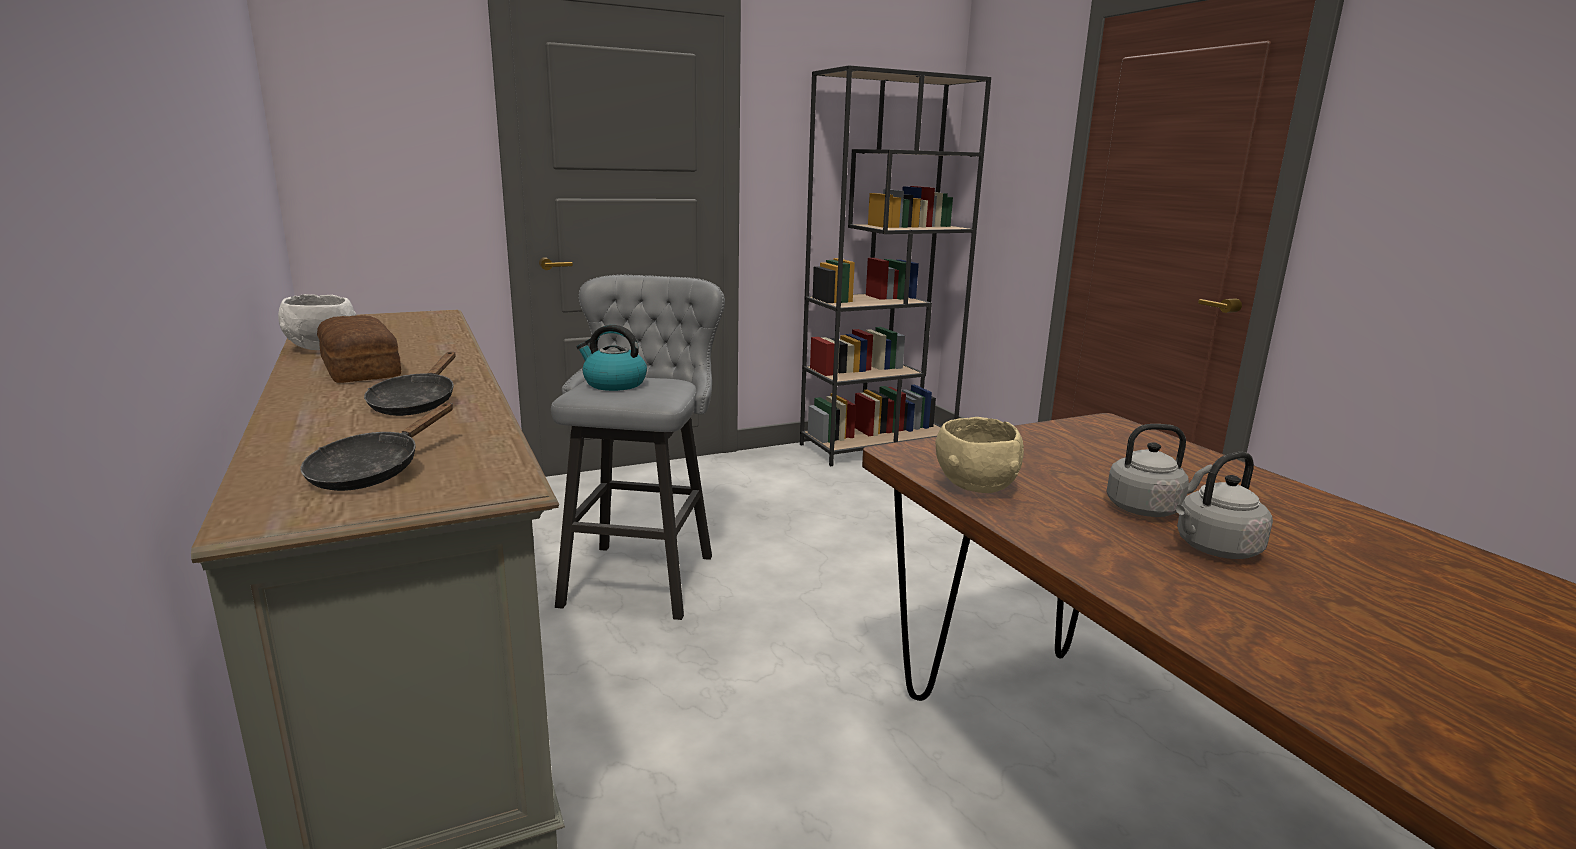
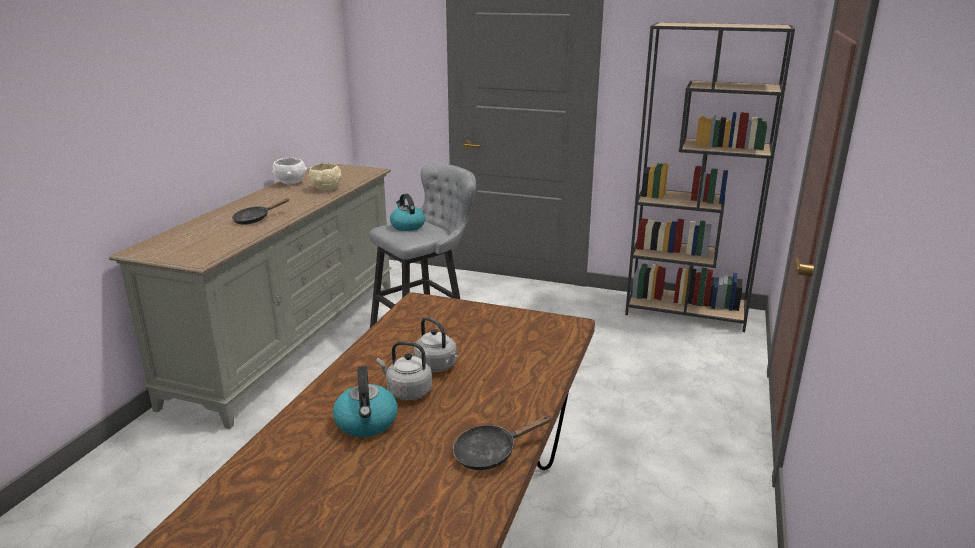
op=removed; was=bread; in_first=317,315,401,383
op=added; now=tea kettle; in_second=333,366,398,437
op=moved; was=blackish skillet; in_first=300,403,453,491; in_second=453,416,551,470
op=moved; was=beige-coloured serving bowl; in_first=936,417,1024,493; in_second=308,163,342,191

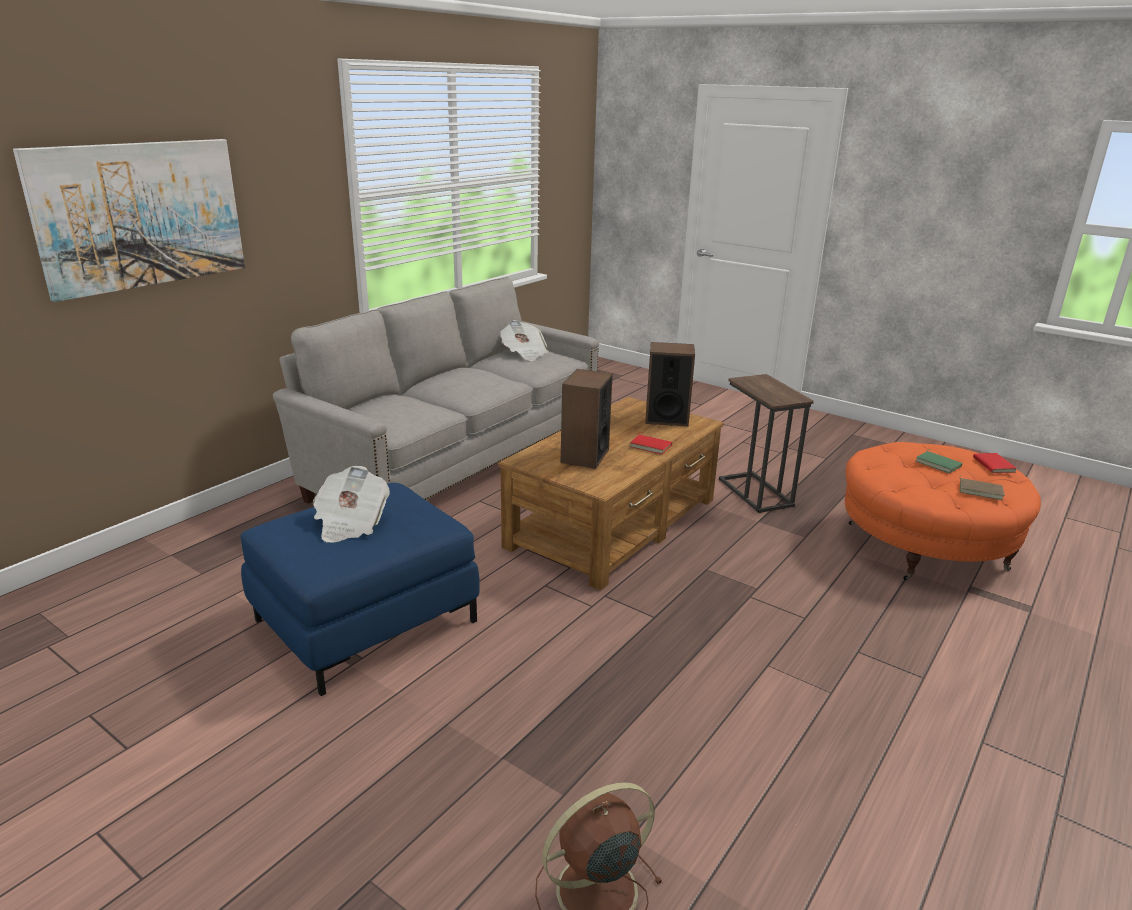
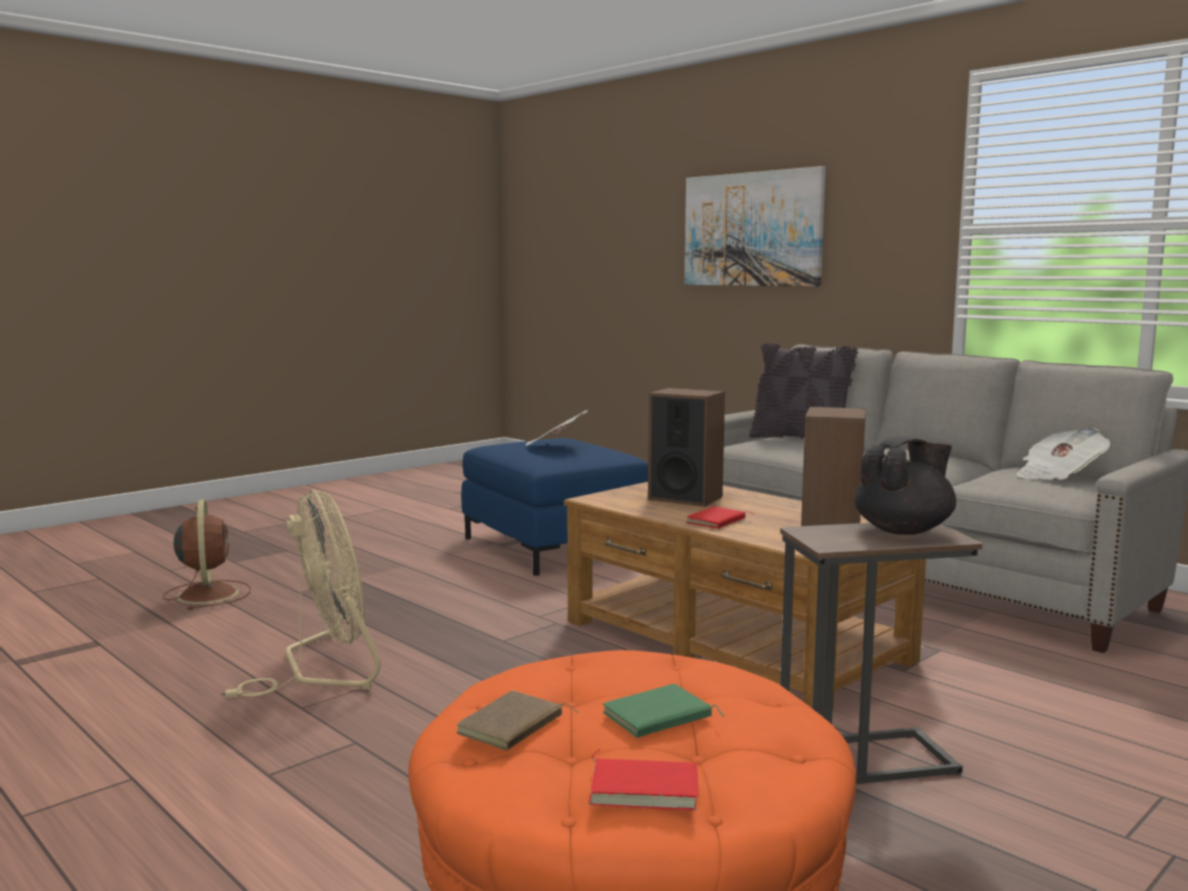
op=added; now=beige-coloured electric fan; in_second=221,489,380,698
op=added; now=blackish cushion; in_second=749,343,858,439
op=added; now=blackish tea pot; in_second=854,437,956,535

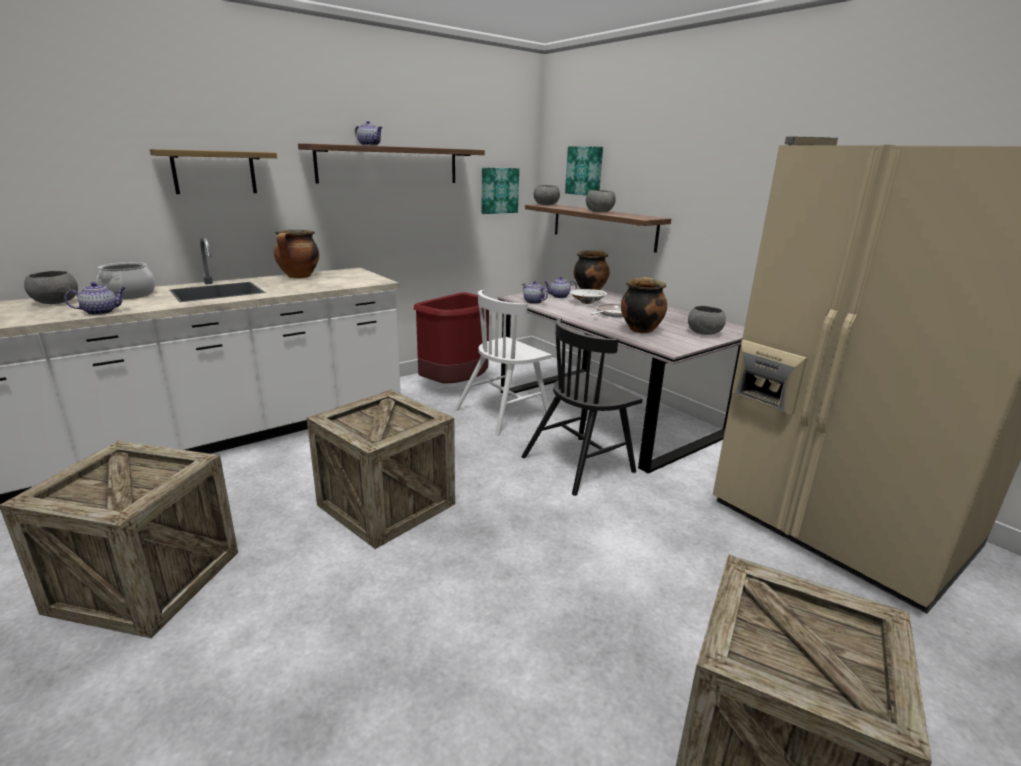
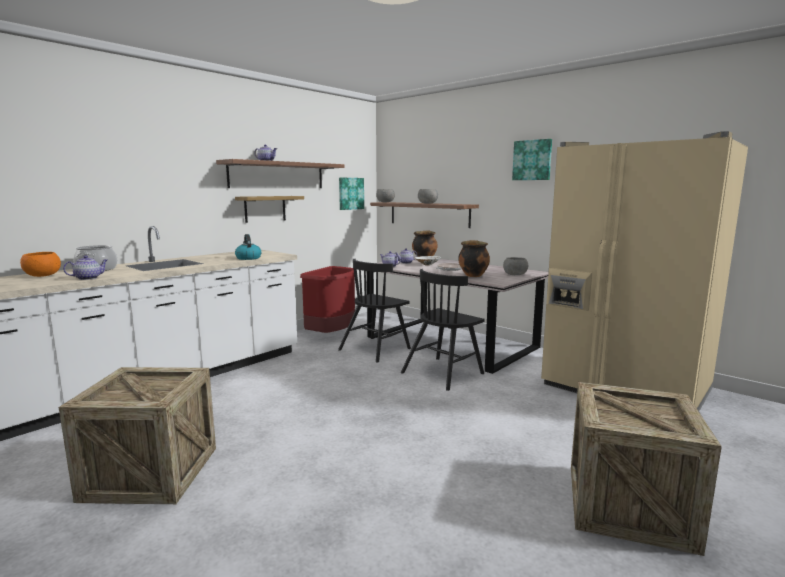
op=removed; was=cooking pot; in_first=274,230,319,278
op=removed; was=crate; in_first=307,390,455,549
op=added; now=tea kettle; in_second=235,234,261,260
op=moved; was=bracket shelf; in_first=150,149,277,194; in_second=235,196,304,223
op=moved; was=picture; in_first=565,146,603,196; in_second=512,139,552,180
op=recoloured; was=gray serving bowl; now=orangey serving bowl; in_first=24,271,78,304; in_second=20,252,61,277
op=recoloured; was=white-coloured upright chair; now=blackish upright chair; in_first=455,290,552,436; in_second=338,259,411,362

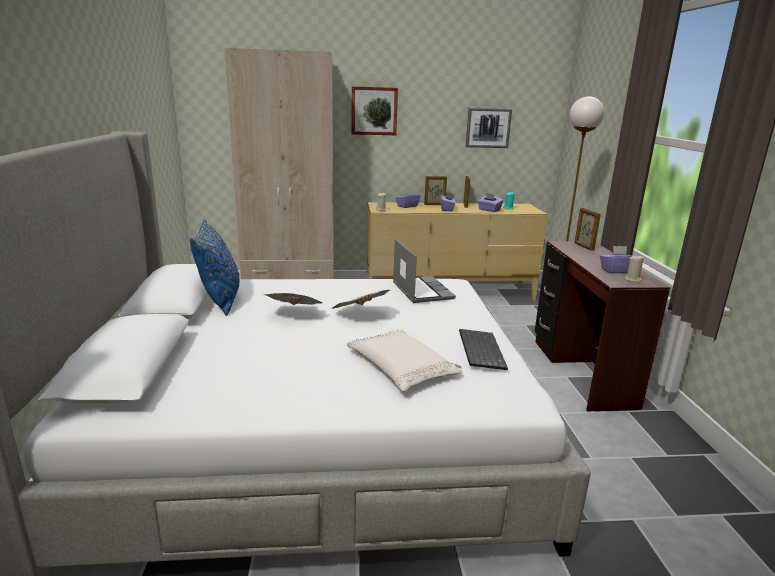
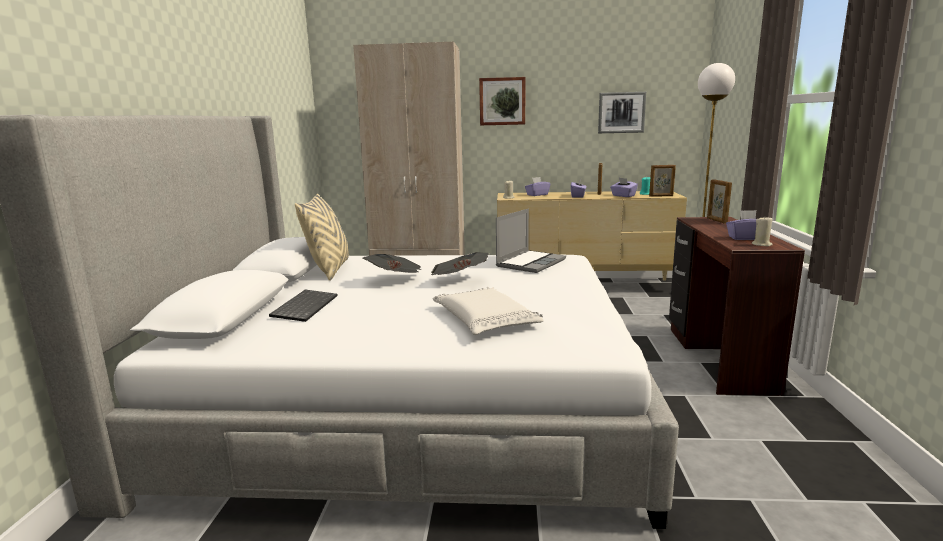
op=moved; was=standing frame; in_first=424,176,447,205; in_second=649,165,676,197
op=moved; was=PC keyboard; in_first=459,329,508,370; in_second=269,290,338,322
op=recoloured; was=blue-coloured cushion; now=beige-coloured cushion; in_first=190,219,239,316; in_second=295,194,349,281
op=turned; was=laptop; in_first=393,239,456,303; in_second=496,209,566,273; clockwise=45

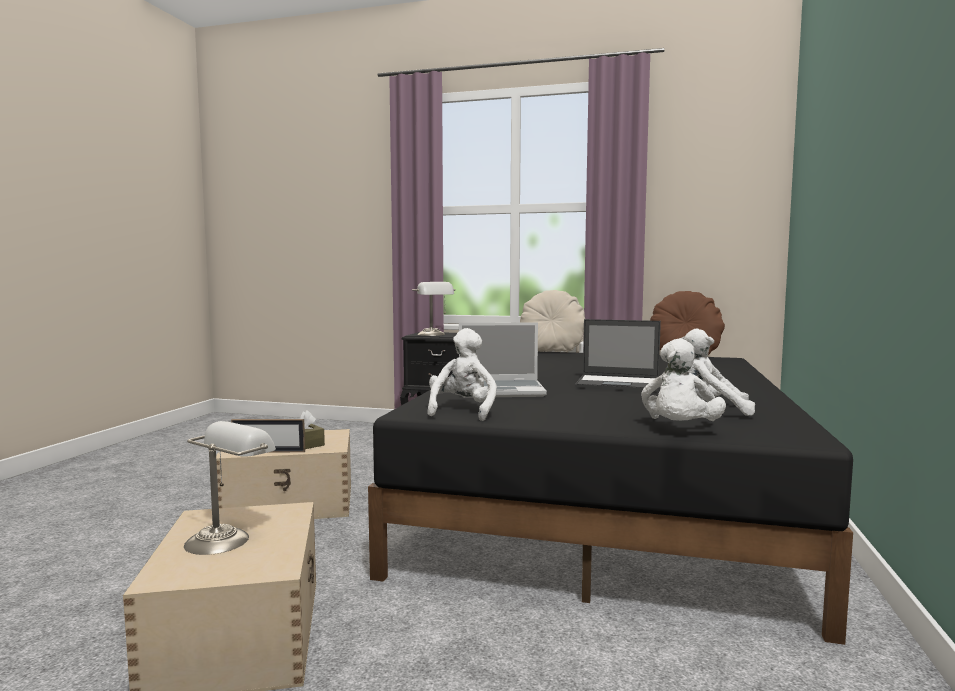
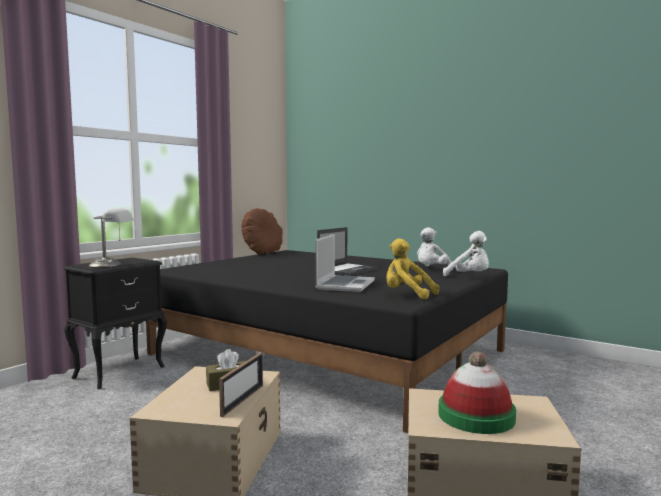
op=removed; was=beige-coloured cushion; in_first=520,290,585,352
op=replaced; was=white-coloured lamp for a table; now=hat; in_first=184,421,276,555; in_second=438,352,516,434
op=recoloured; was=white-coloured plush toy; now=yellow-coloured plush toy; in_first=427,328,497,421; in_second=386,238,439,299

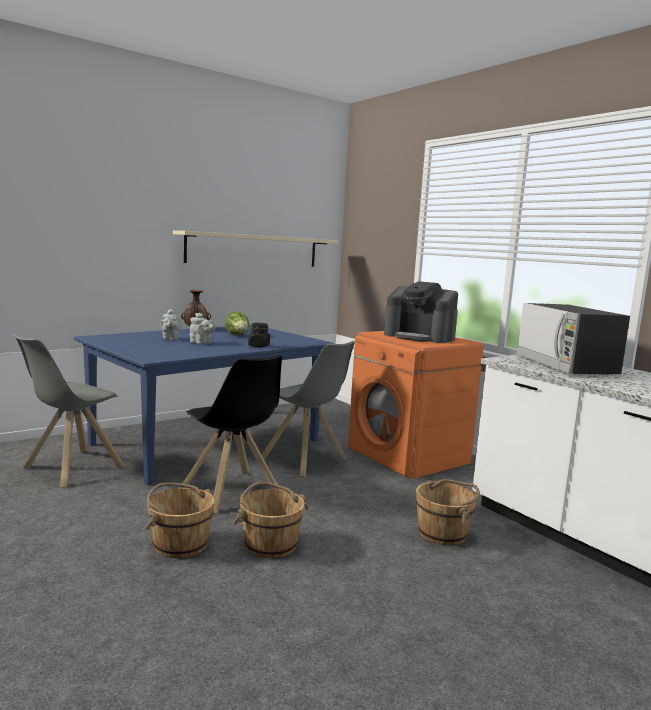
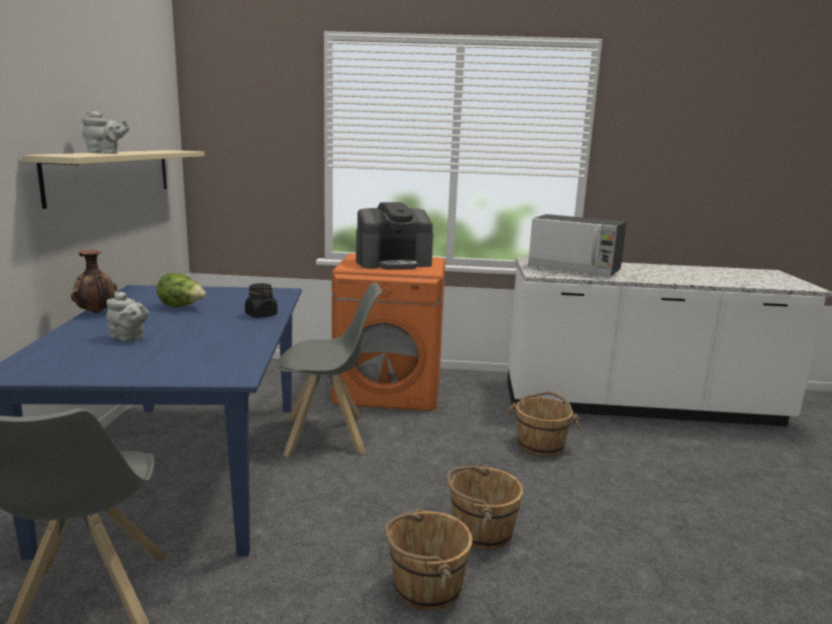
op=removed; was=blackish upright chair; in_first=181,355,282,514
op=moved; was=gray tea pot; in_first=190,313,216,344; in_second=82,111,129,154

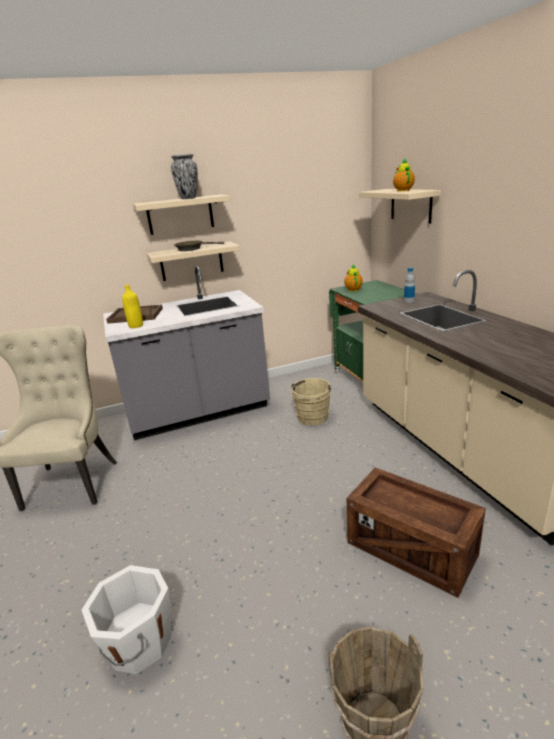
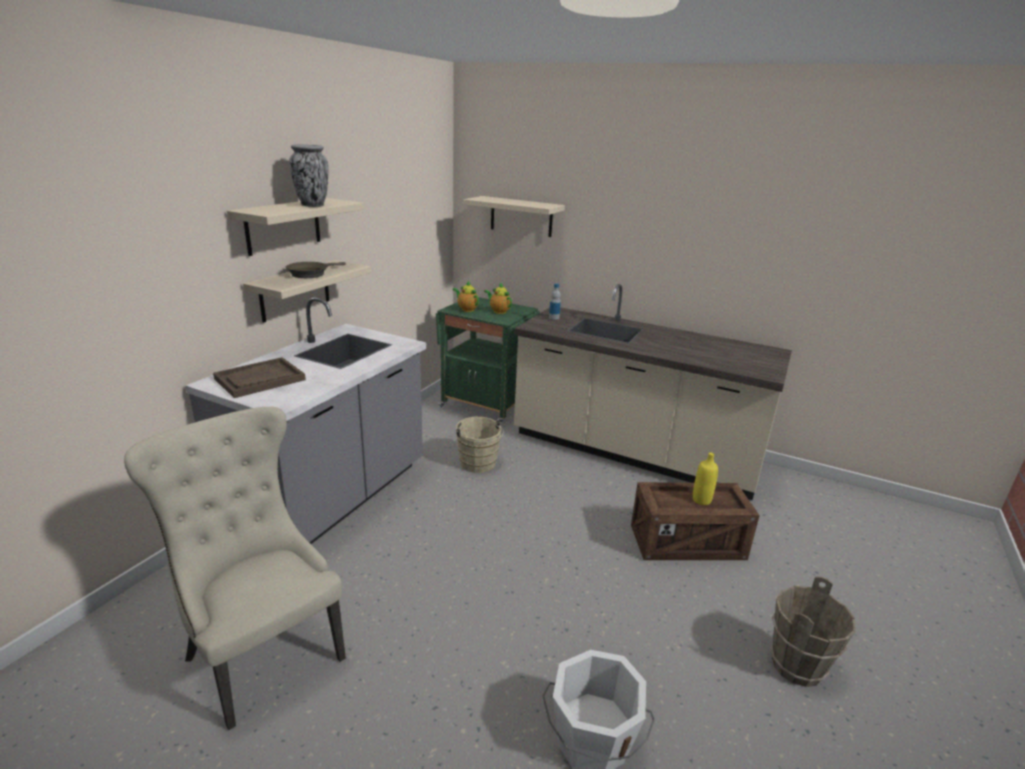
op=moved; was=yellow-coloured drink bottle; in_first=122,284,143,328; in_second=693,452,718,505
op=moved; was=tea pot; in_first=393,158,415,191; in_second=484,283,512,314

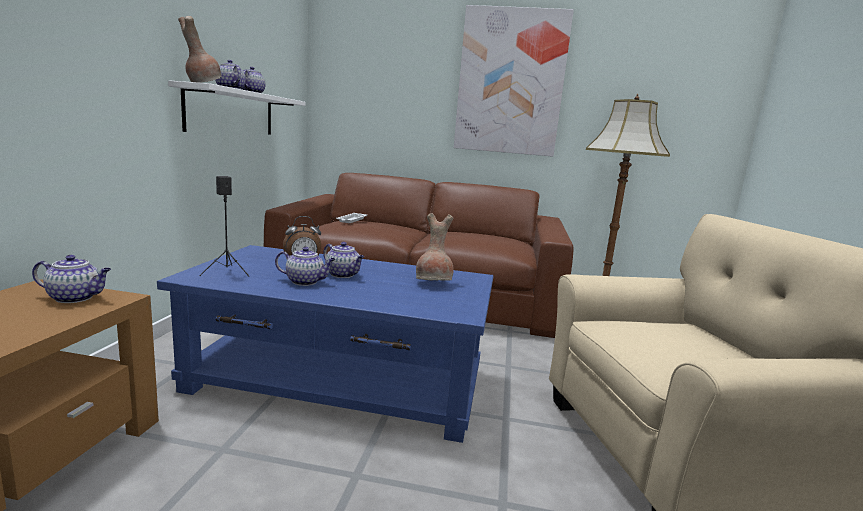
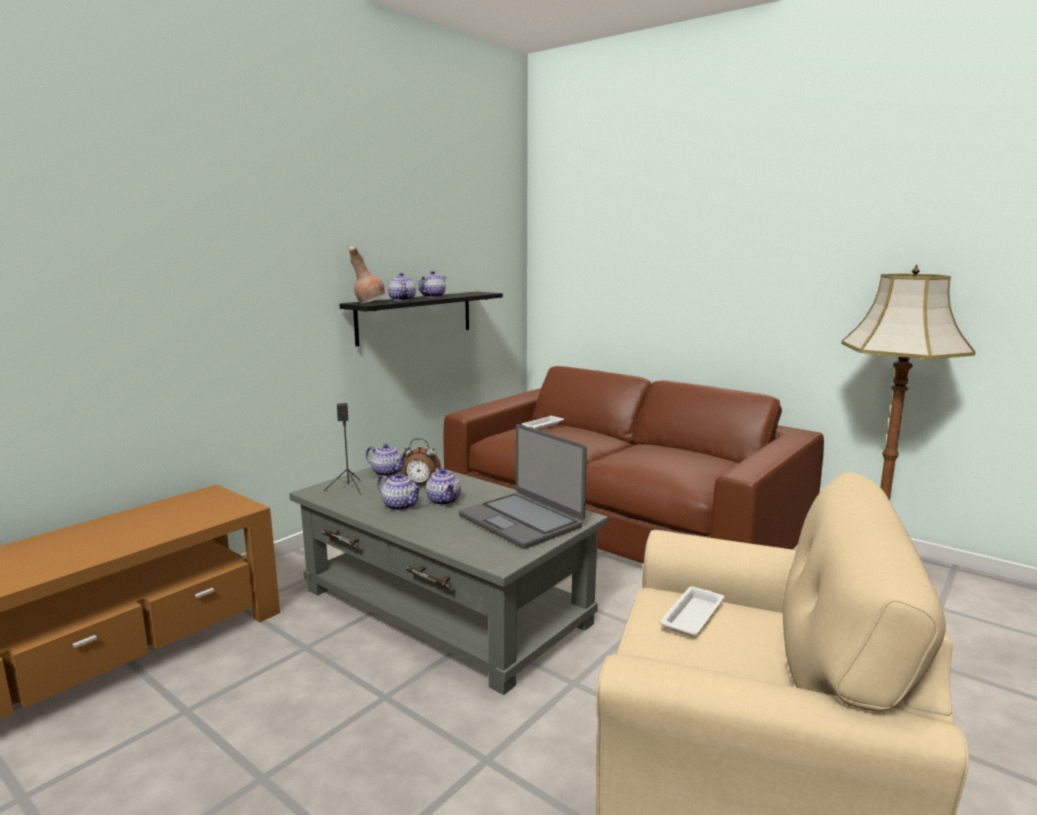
op=removed; was=picture; in_first=454,5,574,157
op=added; now=white-coloured tray; in_second=660,586,724,636
op=moved; was=tea pot; in_first=32,255,111,303; in_second=366,444,407,476
op=replaced; was=brownish decorative vase; now=laptop; in_first=416,213,454,280; in_second=459,424,587,549
op=recoloured; was=blue-coloured coffee table; now=gray coffee table; in_first=157,245,494,443; in_second=289,458,608,695
op=recoloured; was=white-coloured bracket shelf; now=blackish bracket shelf; in_first=168,81,305,135; in_second=339,292,503,347

